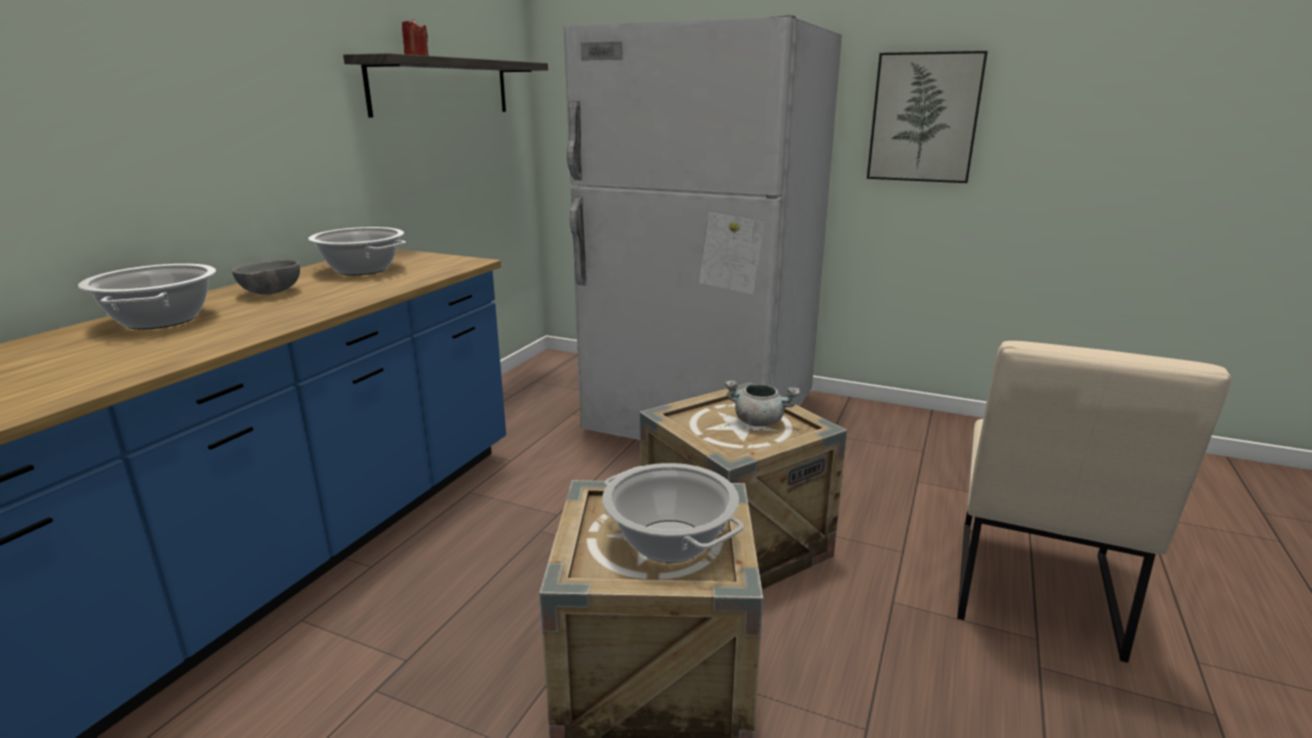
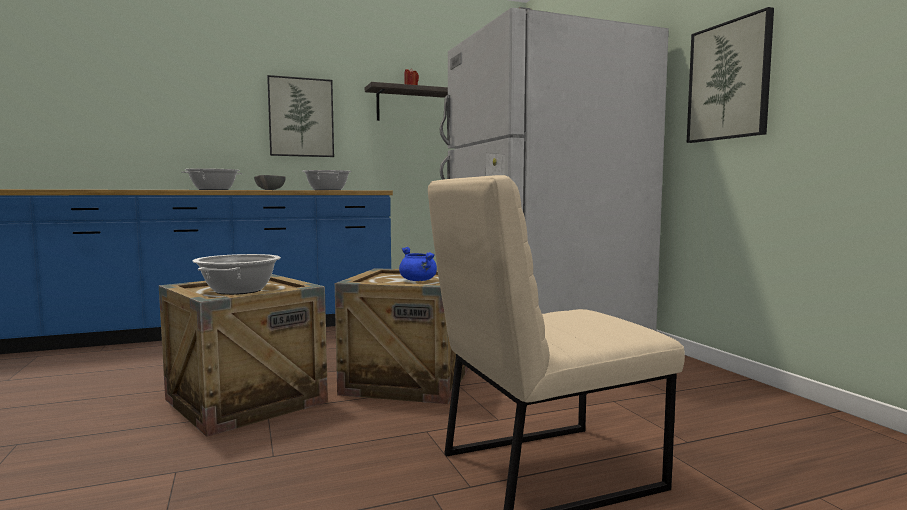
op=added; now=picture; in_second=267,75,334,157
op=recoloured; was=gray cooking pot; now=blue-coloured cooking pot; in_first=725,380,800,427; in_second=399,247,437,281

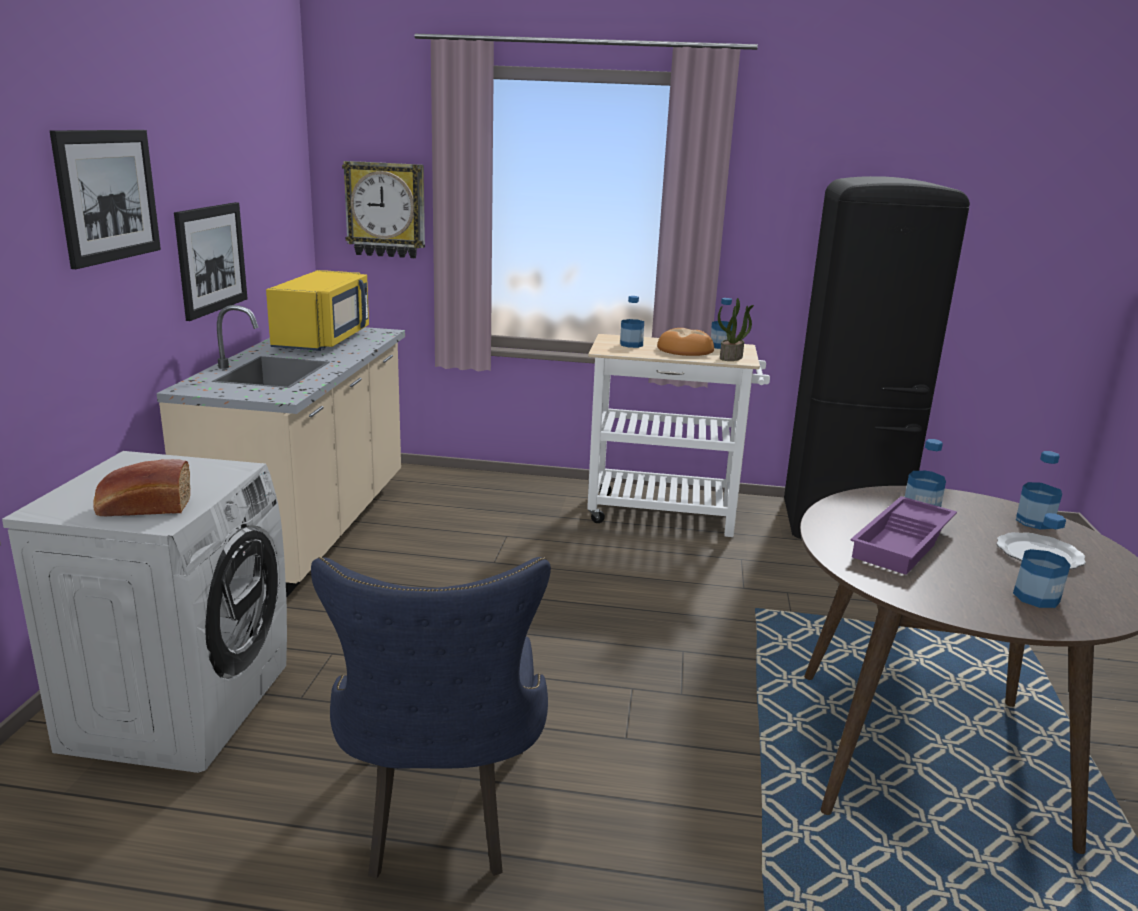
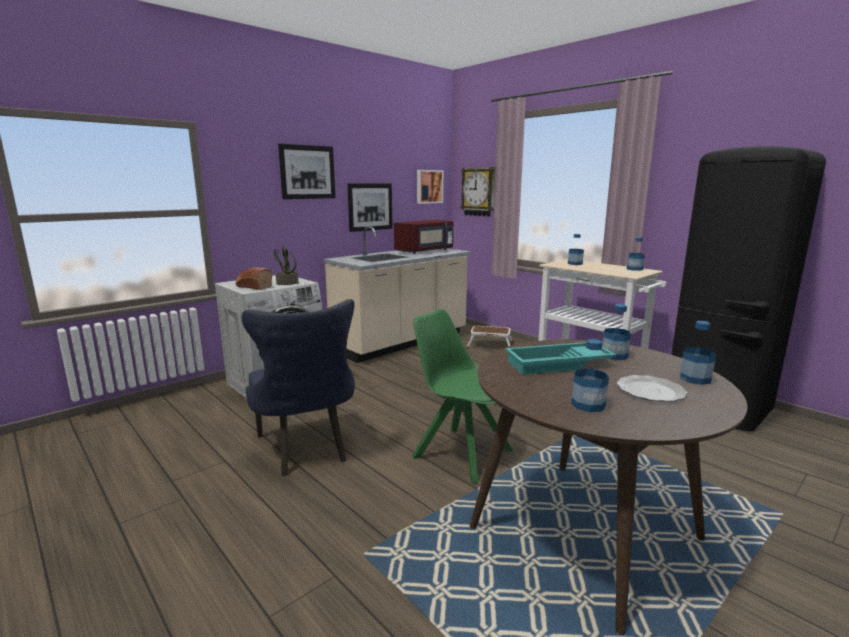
op=removed; was=bread; in_first=657,328,714,356
op=added; now=greenish upright chair; in_second=412,309,513,483
op=added; now=picture; in_second=417,170,443,204
op=added; now=brownish step ladder; in_second=466,326,514,349
op=moved; was=houseplant; in_first=718,298,754,361; in_second=274,244,299,285
op=recoloured; was=yellow-coloured microwave oven; now=red microwave oven; in_first=266,270,369,351; in_second=394,220,453,254
op=recoloured; was=purple tray; now=turquoise tray; in_first=850,496,957,575; in_second=506,342,616,375
op=turned; was=blue-coloured upright chair; in_first=311,557,551,879; in_second=242,299,355,476; clockwise=-60

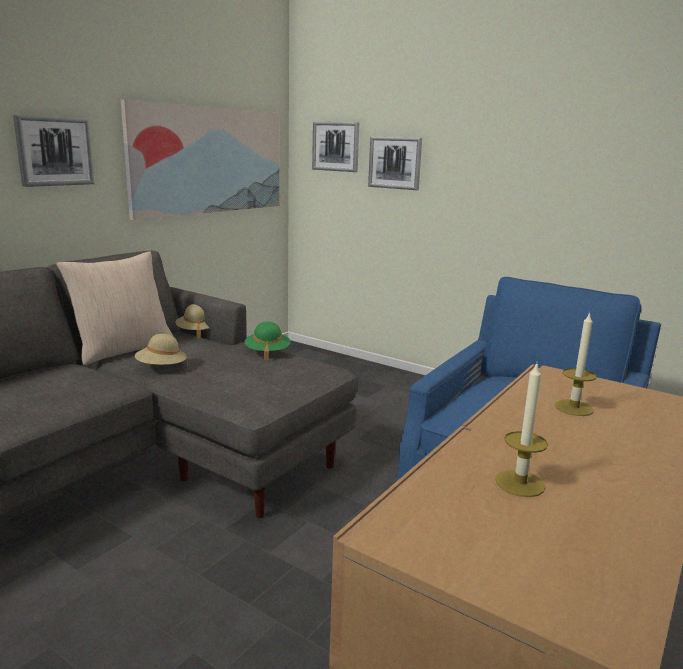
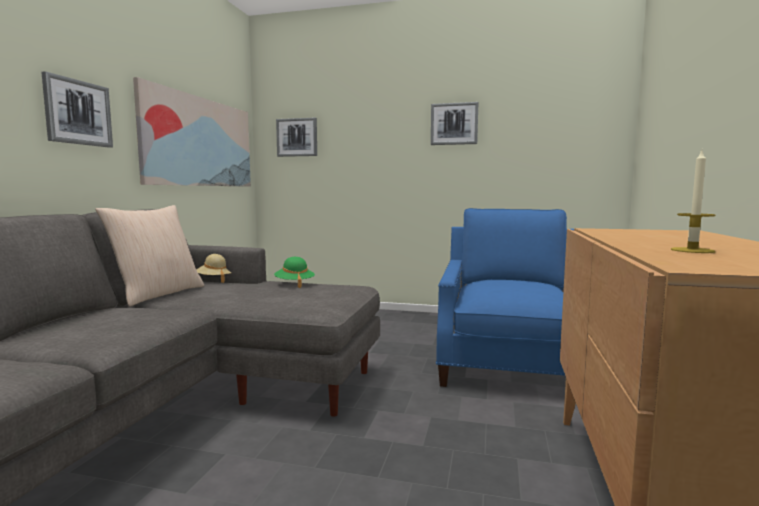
op=removed; was=beige-coloured hat; in_first=135,334,188,367
op=removed; was=wax light; in_first=555,312,597,416
op=moved; was=picture; in_first=368,137,422,190; in_second=431,102,478,145

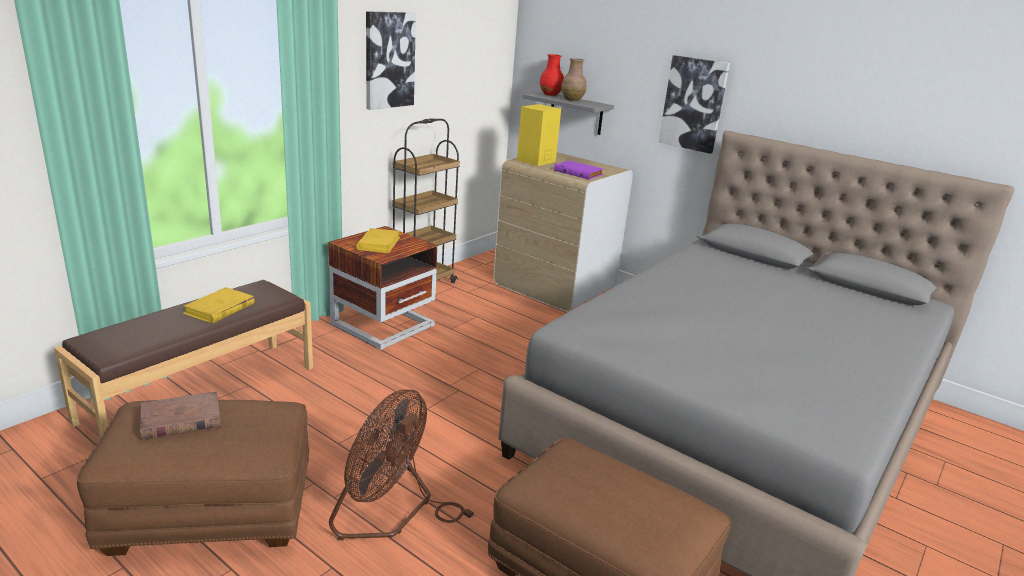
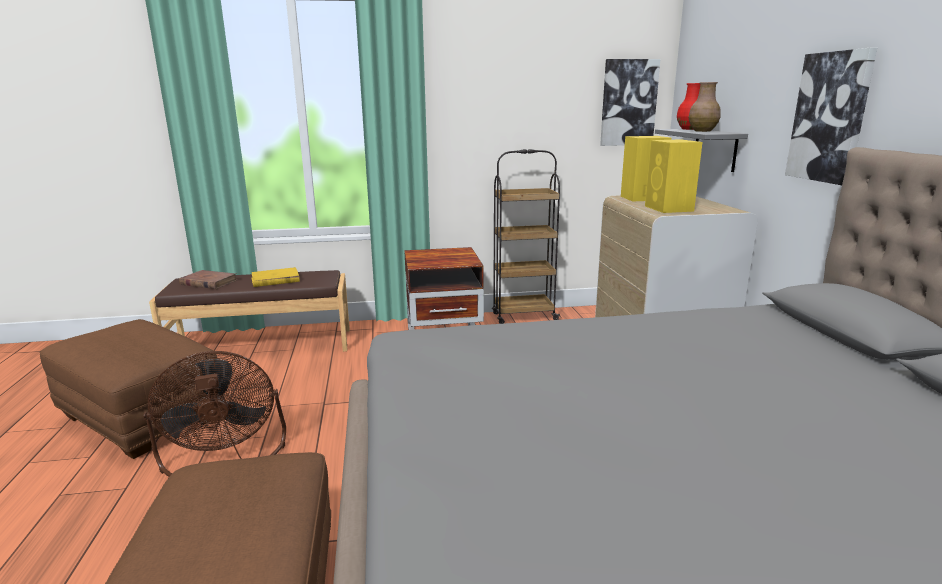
op=removed; was=yellow-coloured book; in_first=356,228,400,253
op=moved; was=brownish book; in_first=140,392,221,440; in_second=179,270,237,289
op=moved; was=picture; in_first=366,11,416,110; in_second=600,59,661,146
op=replaced; was=purple book; now=yellow-coloured audio speaker; in_first=554,160,603,180; in_second=645,139,702,213

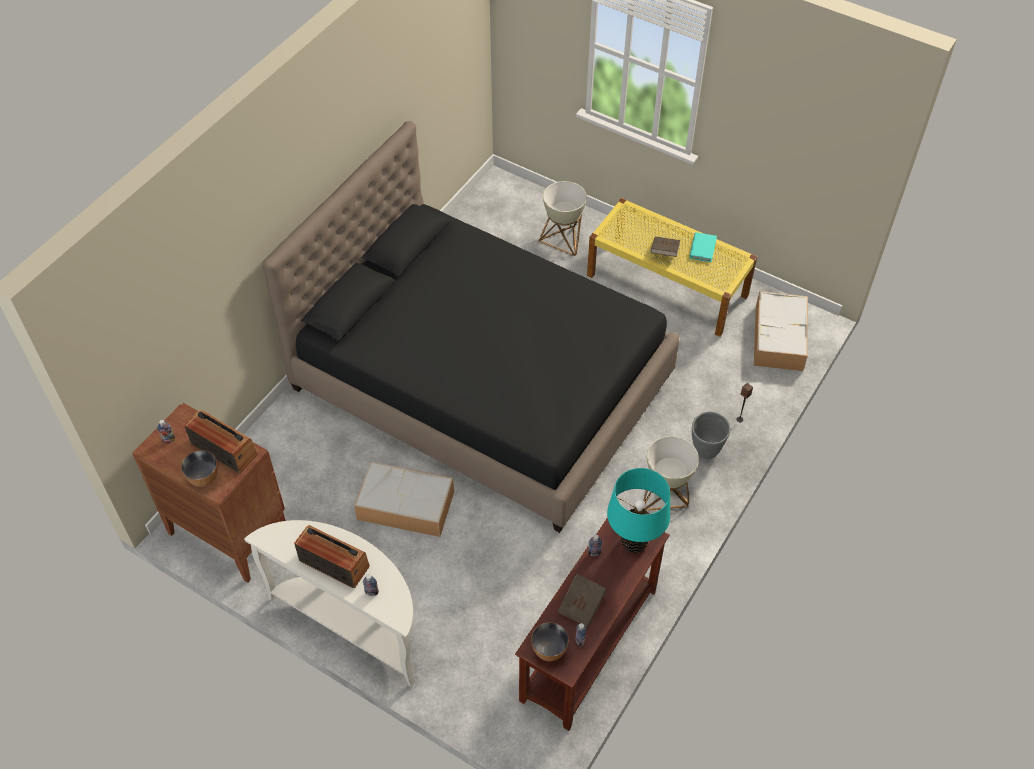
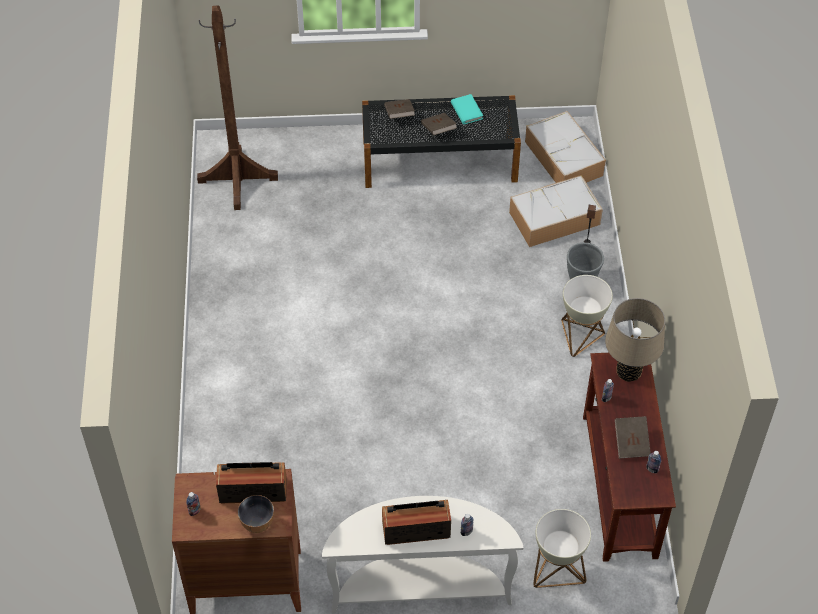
op=removed; was=blackish bedroom bed; in_first=262,121,679,533
op=removed; was=serving bowl; in_first=531,622,569,661
op=added; now=brownish garment rack; in_second=197,5,278,210
op=added; now=brownish book; in_second=384,99,415,119
op=moved; was=storage box; in_first=354,461,454,537; in_second=509,175,603,247
op=moved; was=planter; in_first=539,181,587,256; in_second=533,509,591,588
op=recoloured; was=yellow-coloured bench; now=blackish bench; in_first=587,198,757,337; in_second=362,95,521,188
op=recoloured; was=turquoise lamp for a table; now=beige-coloured lamp for a table; in_first=607,468,670,553; in_second=605,298,665,382

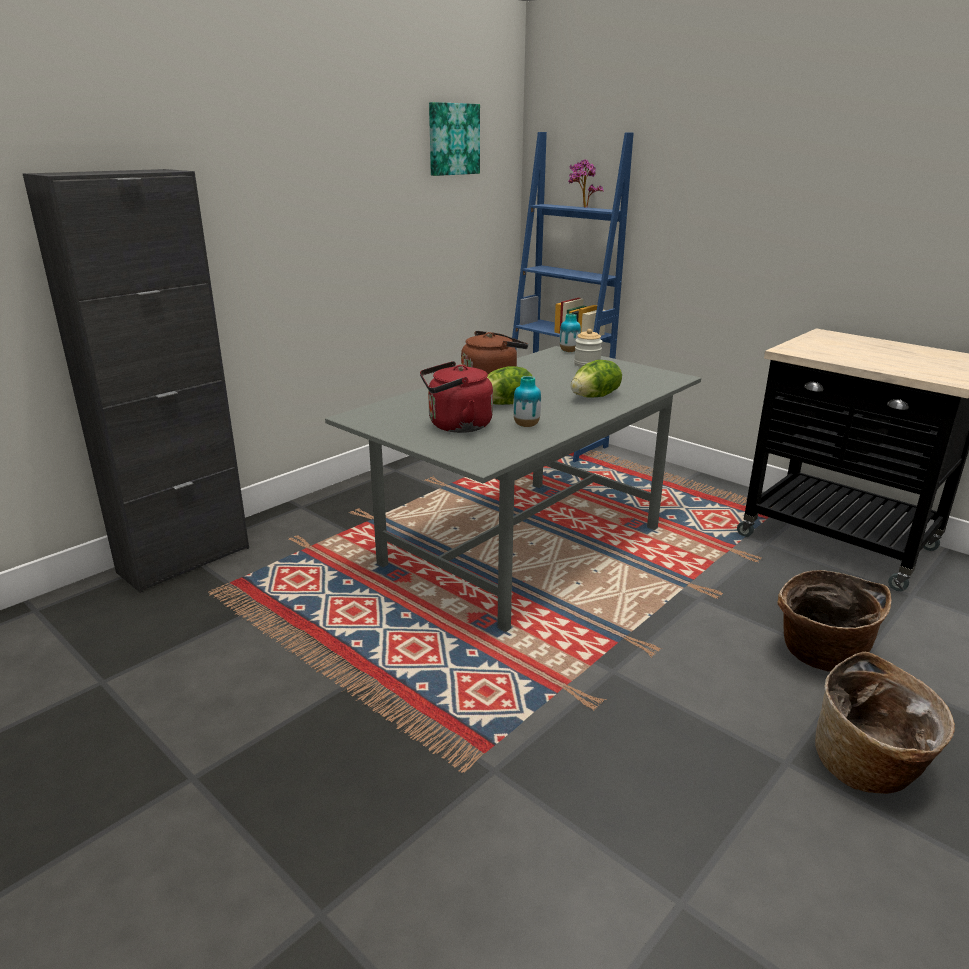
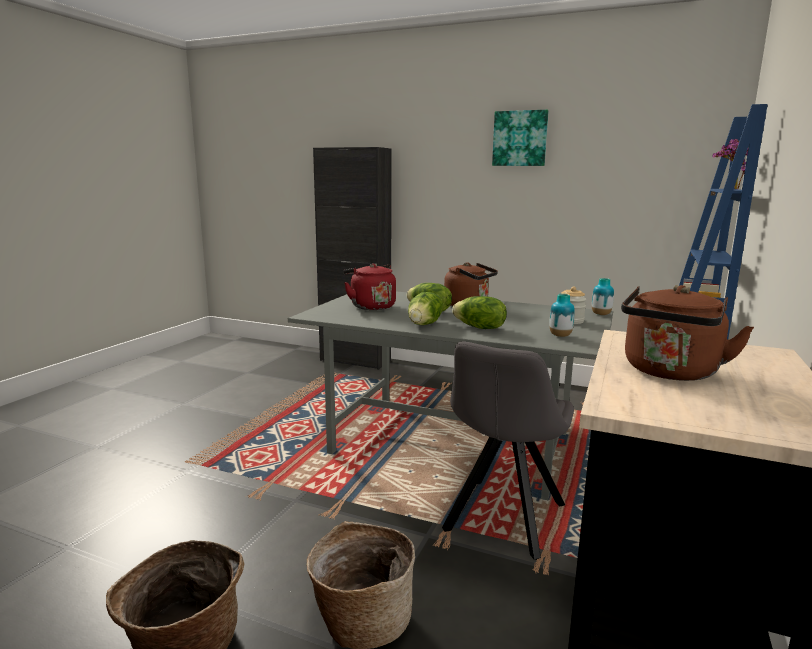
op=added; now=lettuce head; in_second=408,292,443,325
op=added; now=gray upright chair; in_second=442,342,574,560
op=added; now=brownish tea kettle; in_second=621,285,754,381
op=moved; was=picture; in_first=429,102,480,176; in_second=492,110,549,166
op=moved; was=decorative vase; in_first=513,376,541,427; in_second=550,294,575,337

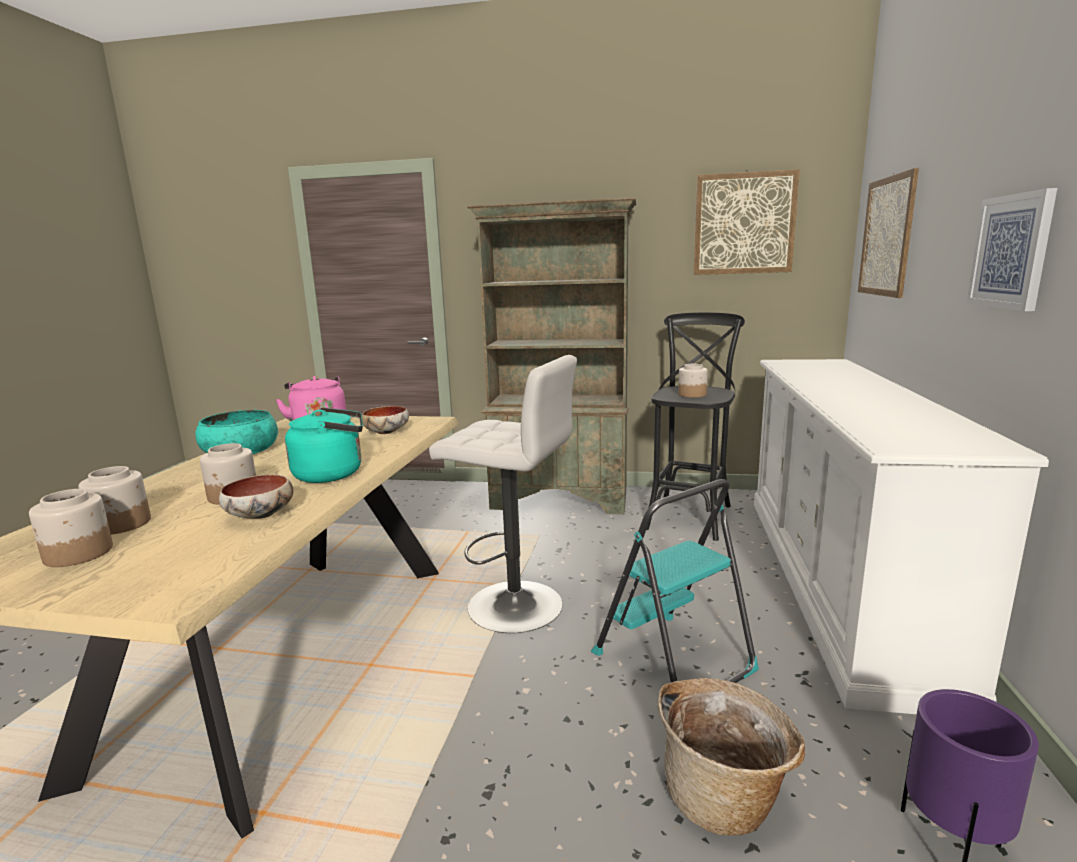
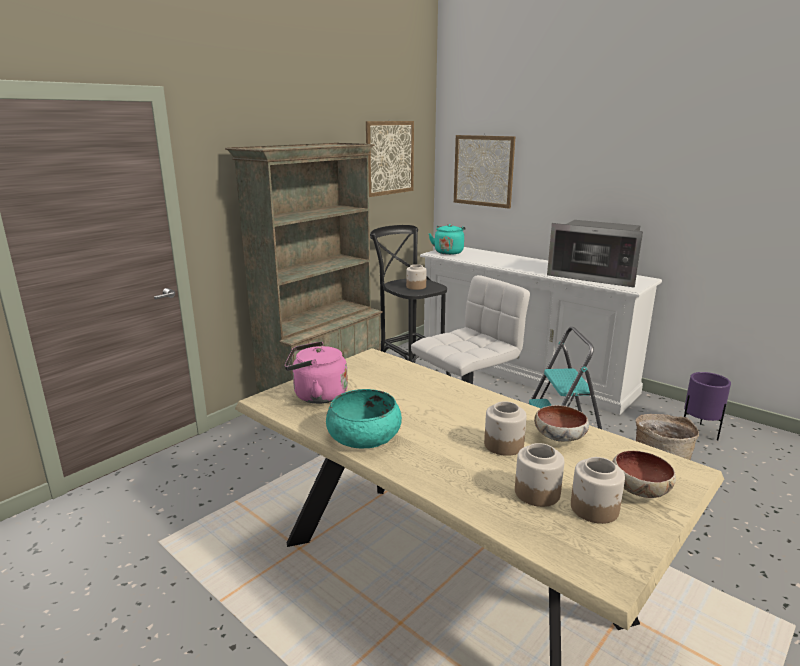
op=removed; was=picture; in_first=967,188,1057,311
op=added; now=microwave oven; in_second=547,220,643,287
op=moved; was=turquoise tea kettle; in_first=285,407,363,483; in_second=429,224,466,255
op=moved; was=serving bowl; in_first=362,406,409,434; in_second=612,451,676,498

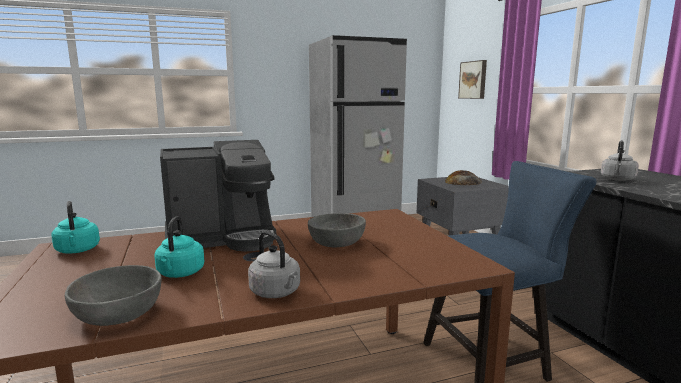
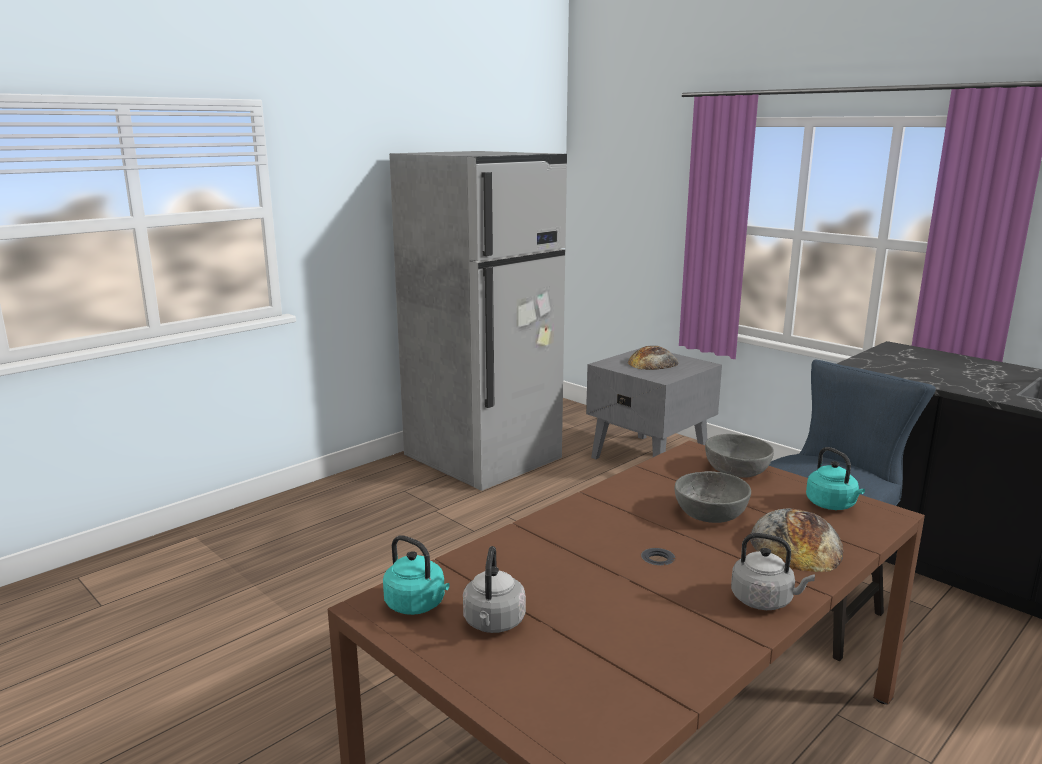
op=removed; was=coffee maker; in_first=160,140,276,251
op=removed; was=picture; in_first=458,60,487,99
op=added; now=bread; in_second=750,508,844,572
op=moved; was=gray serving bowl; in_first=65,265,162,326; in_second=705,434,774,478
op=moved; was=turquoise tea kettle; in_first=154,216,204,278; in_second=806,447,865,510
op=moved; was=gray tea kettle; in_first=601,140,639,181; in_second=463,546,526,633

